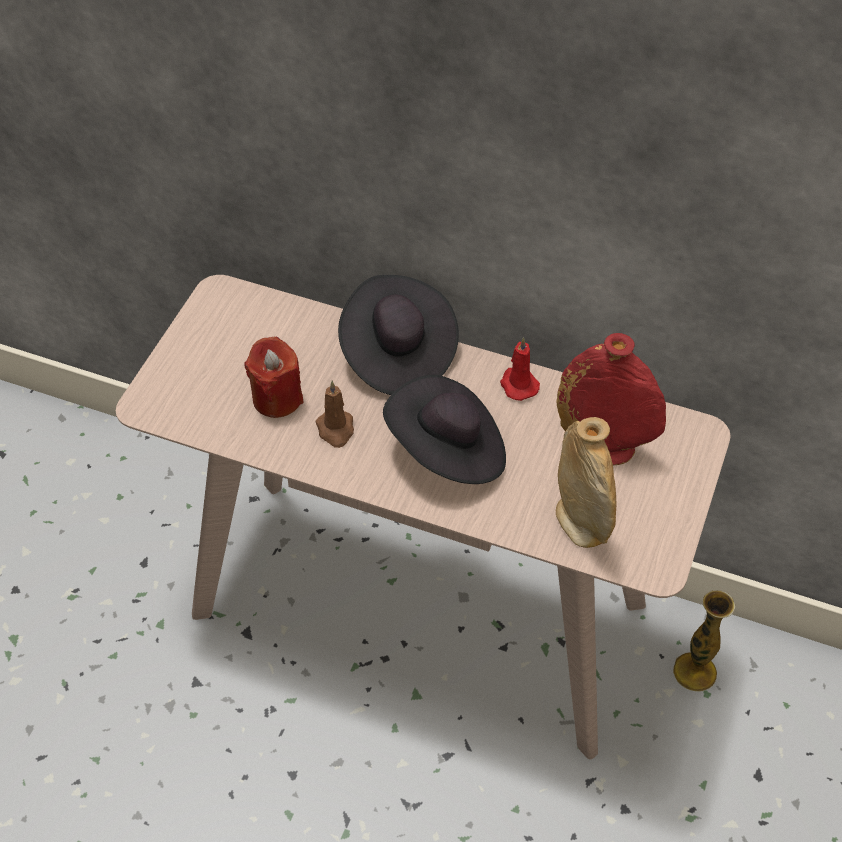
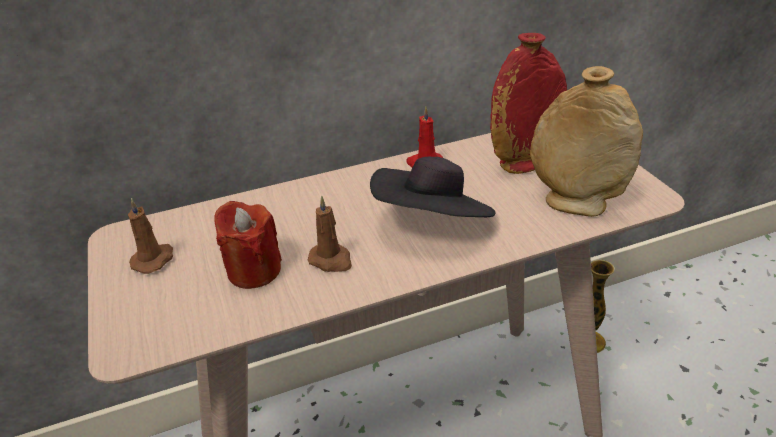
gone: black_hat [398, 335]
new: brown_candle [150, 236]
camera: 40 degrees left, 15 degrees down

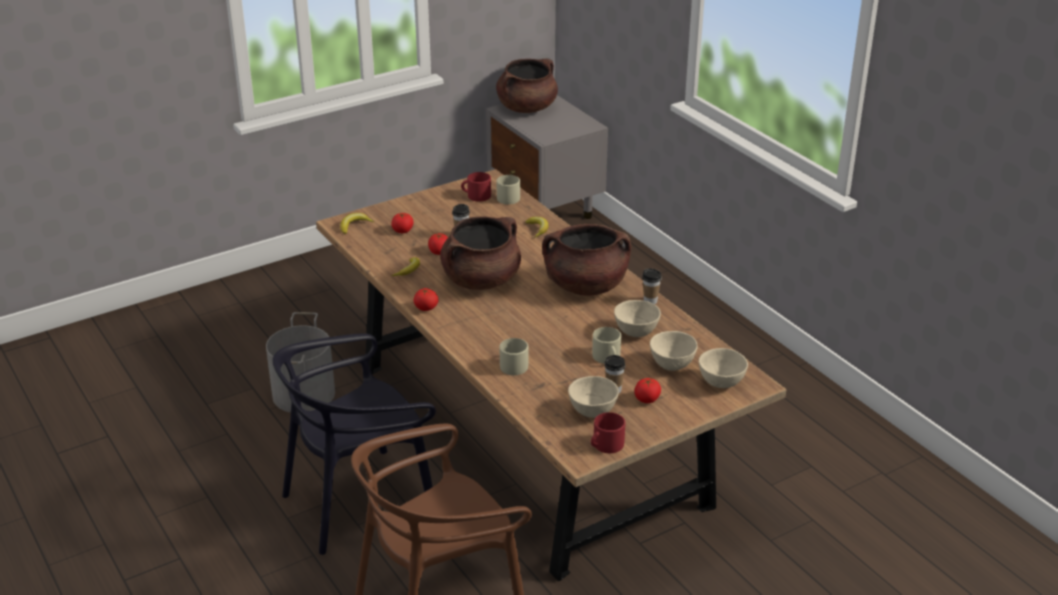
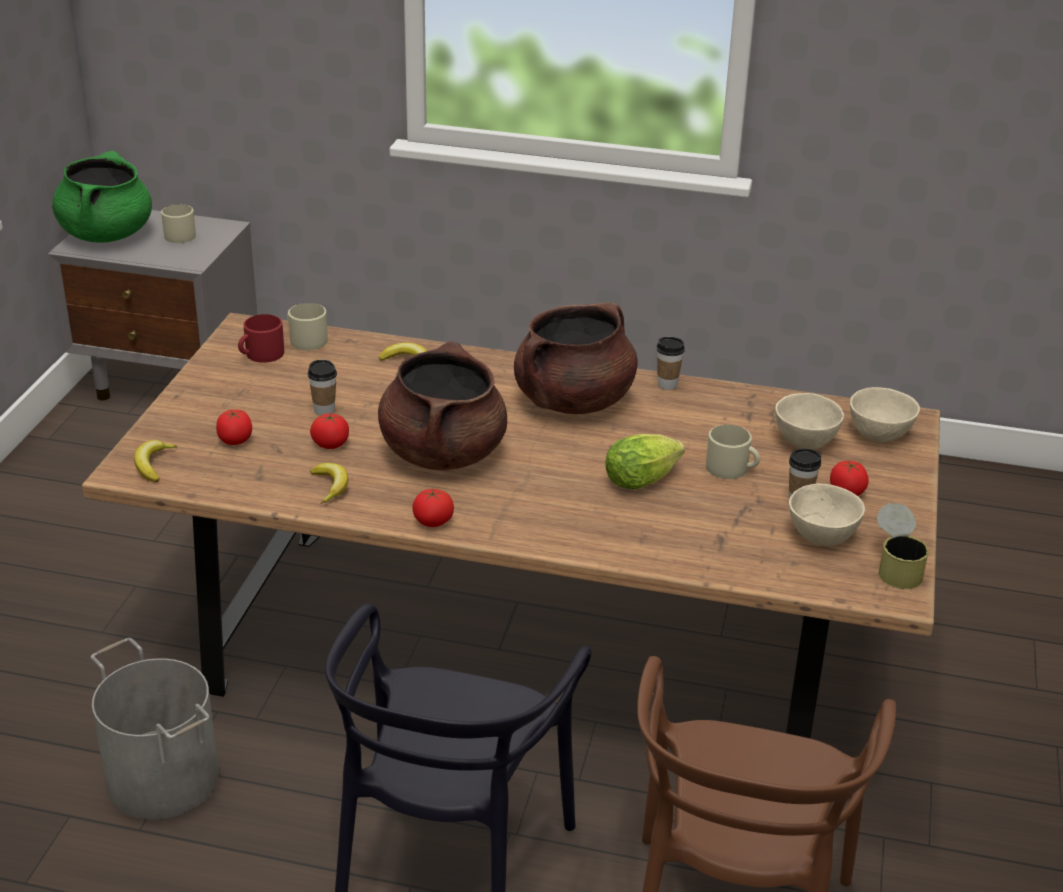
gone: beige_bowl [637, 318]
new: lettuce [645, 461]
shifted: beige_mug [514, 356] to [178, 223]
swapped: red_mug [608, 432] to can [903, 546]
repainted: brown_cooking_pot [527, 86] to green_cooking_pot [102, 197]
camera: 45 degrees left, 0 degrees up

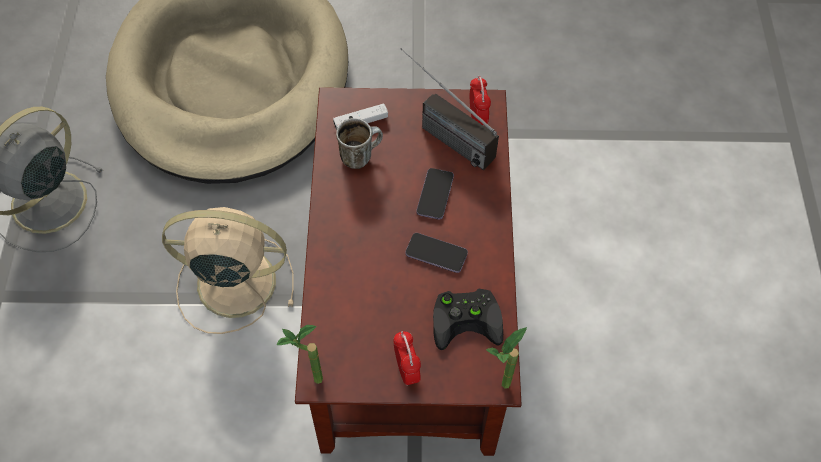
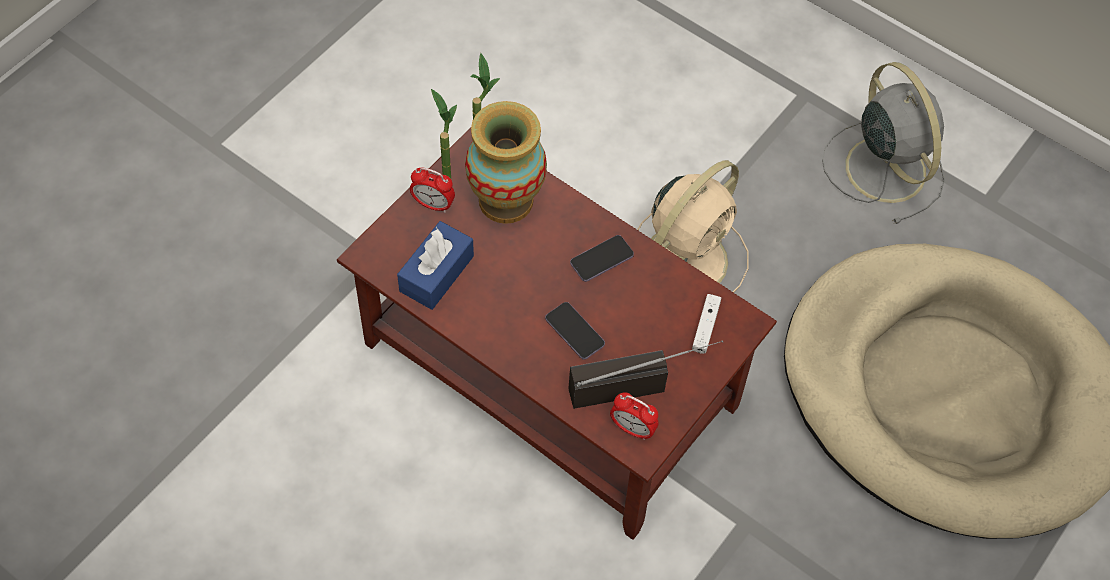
gone: mug [359, 143]
new: vase [506, 162]
shifted: phone [436, 253] to [602, 258]; potted_plant [506, 358] to [444, 134]
swapped: black_game_controller [468, 319] to blue_tissue_box [435, 265]
camera: 125 degrees right, 0 degrees up

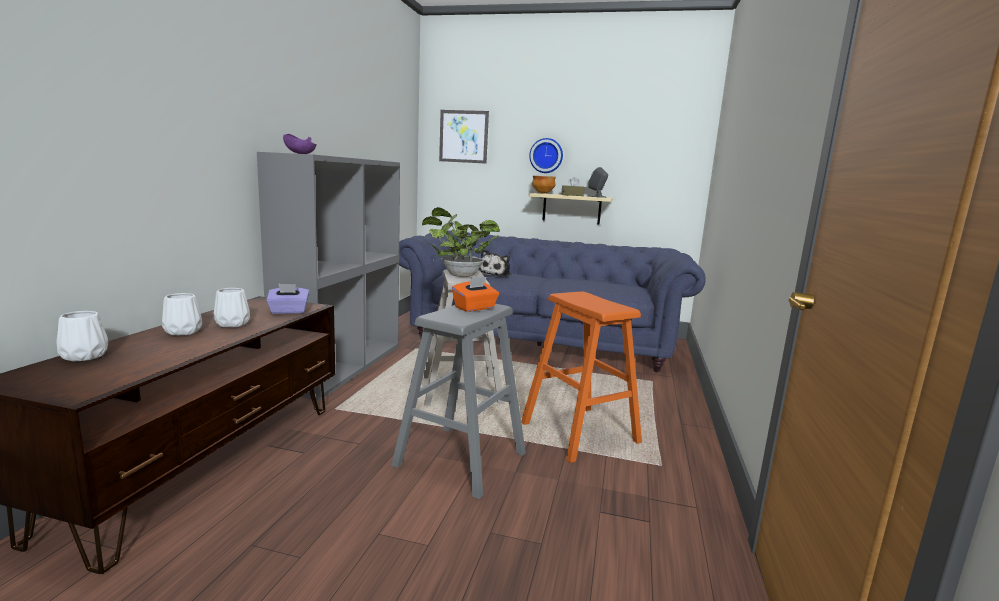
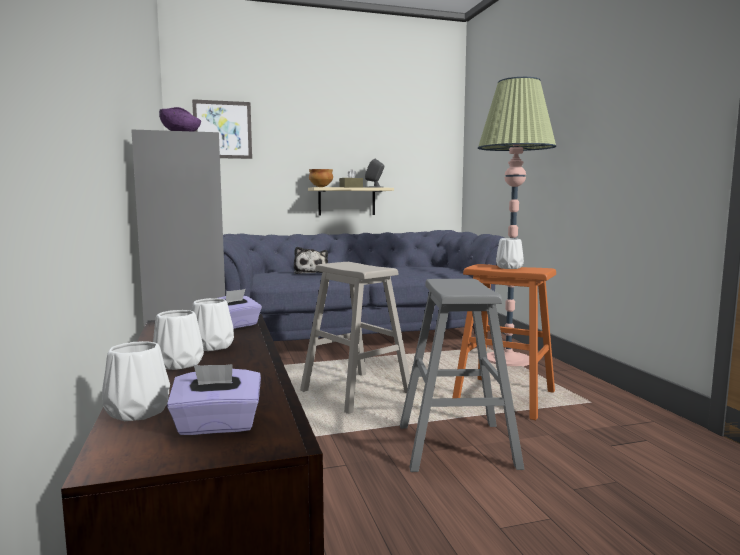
gone: potted_plant [461, 242]; orange_tissue_box [475, 294]; wall_clock [546, 155]
new: purple_tissue_box [214, 399]; floor_lamp [517, 221]; white_vase [510, 253]
camera: 30 degrees left, 5 degrees down

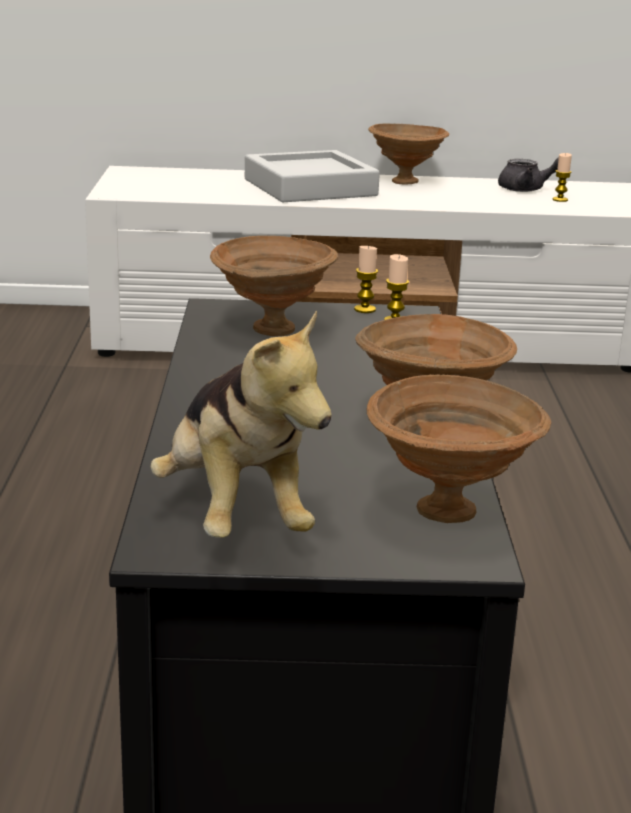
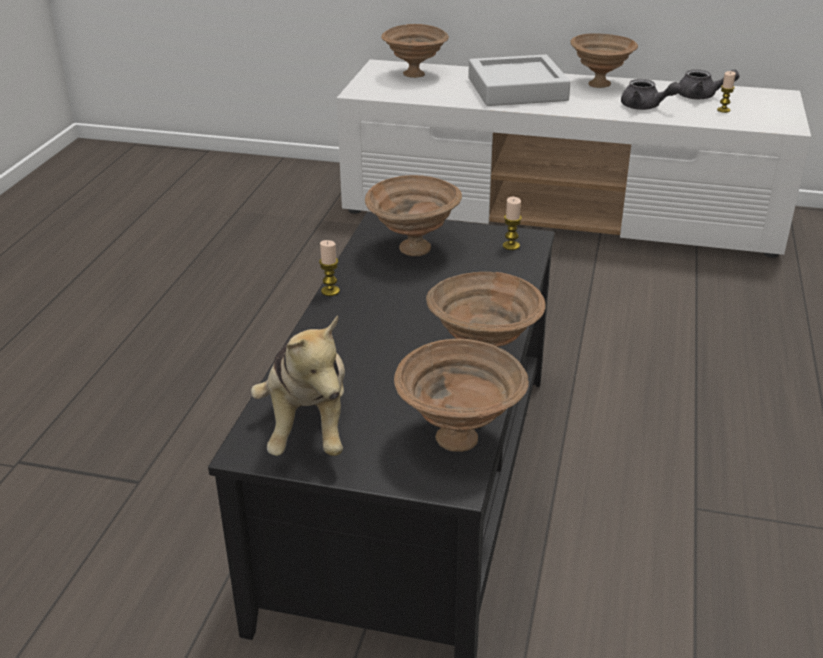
new: brown_bowl [415, 51]; grey_teapot [651, 94]
shifted: candle [366, 279] to [329, 268]
camera: 15 degrees right, 10 degrees up

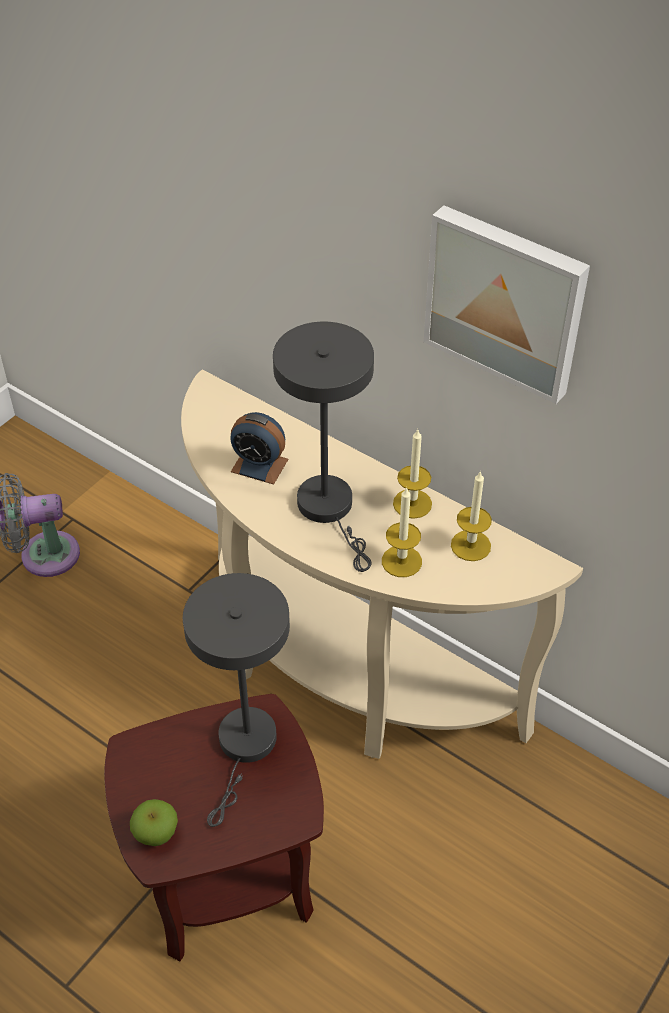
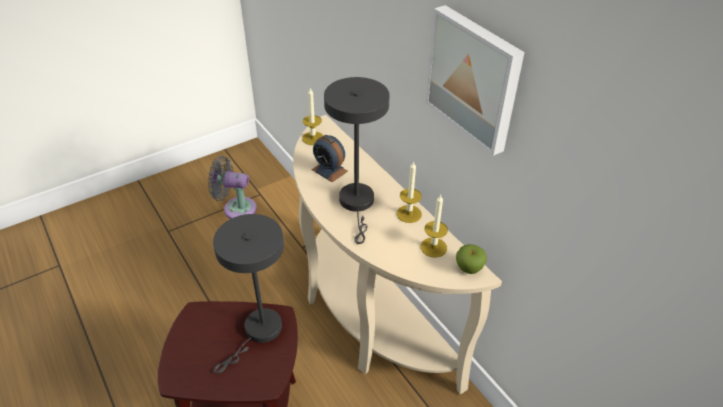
shifted: apple [154, 822] to [471, 259]; candle [402, 532] to [312, 116]
camera: 20 degrees right, 5 degrees down

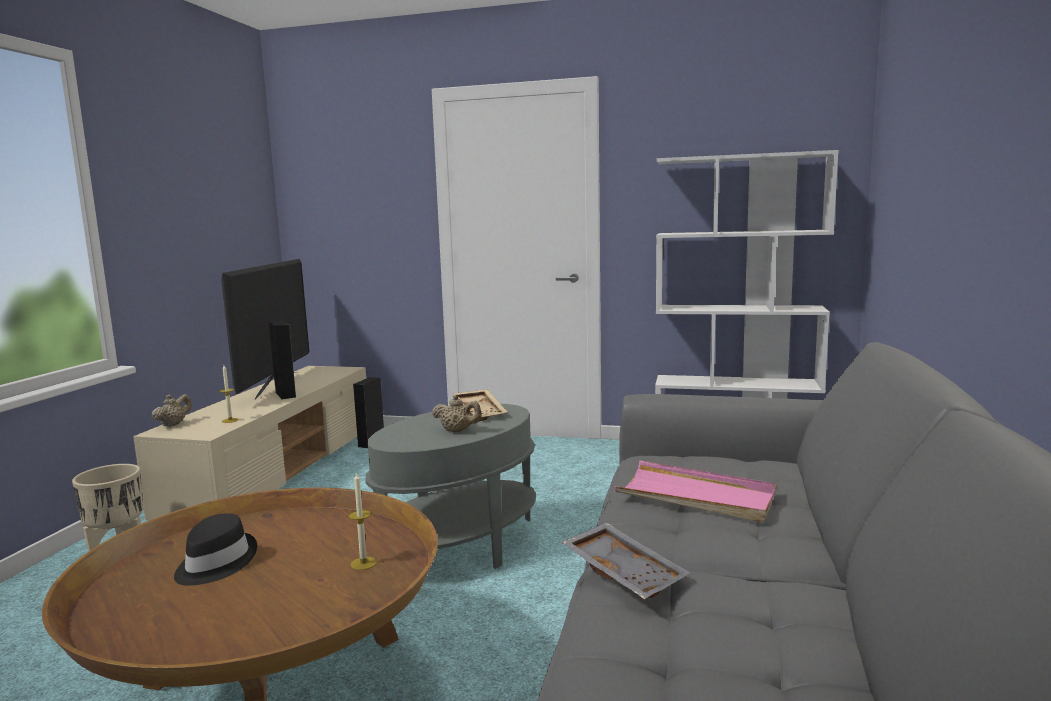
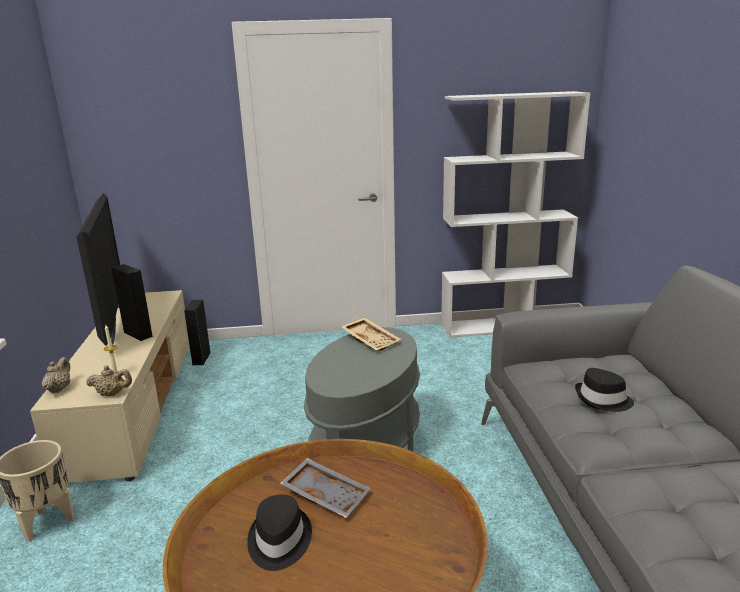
gone: candle [362, 521]
shifted: beige_teapot [457, 413] to [109, 381]; grey_tray [625, 561] to [325, 488]
swapped: pink_tray [695, 491] to black_hat [604, 390]
camera: 20 degrees left, 10 degrees up

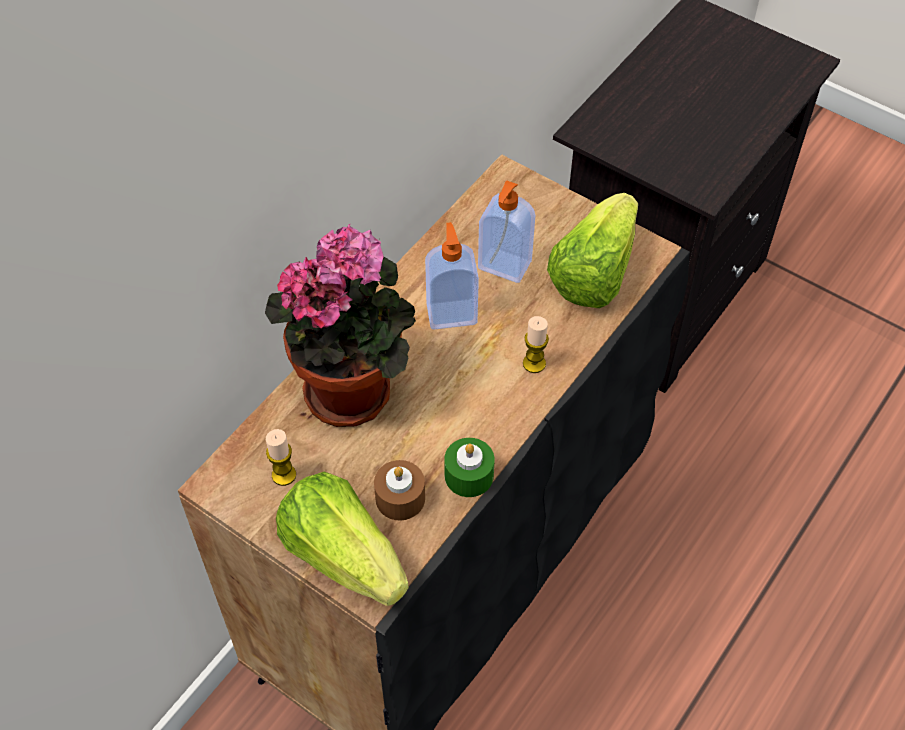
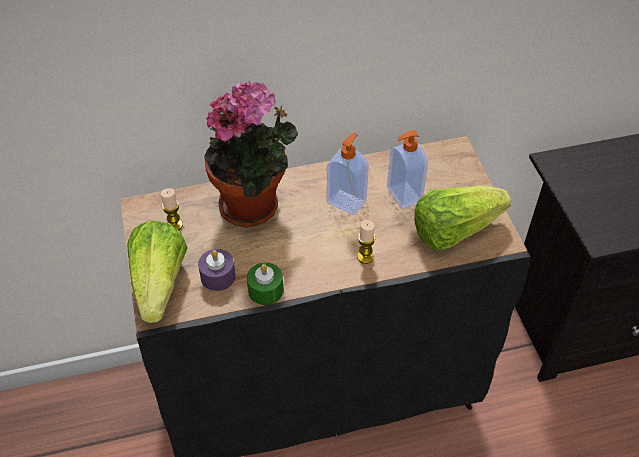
repainted: brown_candle [399, 490] to purple_candle [217, 270]
camera: 40 degrees right, 5 degrees down

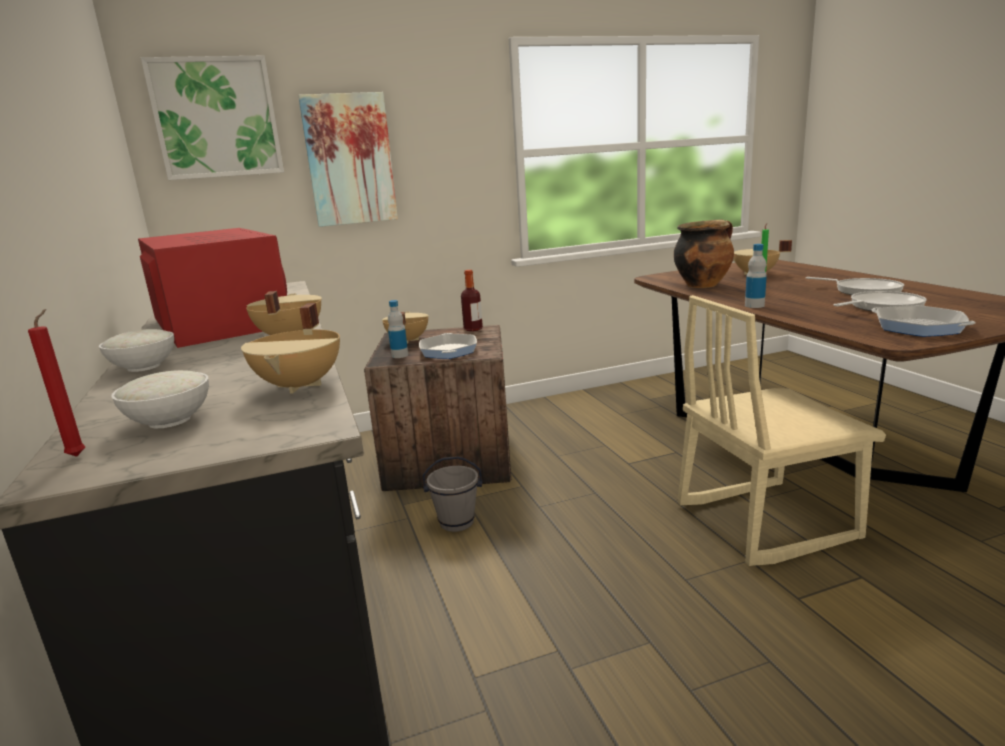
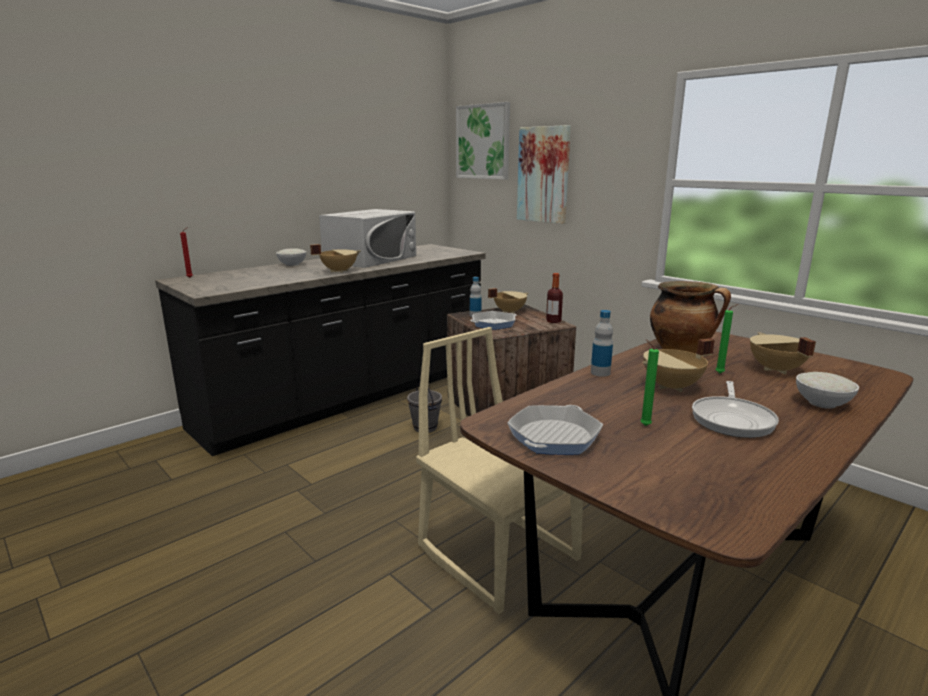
shifted: white_bowl [160, 399] to [827, 390]; beige_cooking_pot [290, 348] to [678, 365]
swapped: frying_pan [880, 301] to green_candle [649, 382]
repainted: red_microwave [212, 288] to white_microwave [367, 238]
camera: 65 degrees right, 0 degrees up

